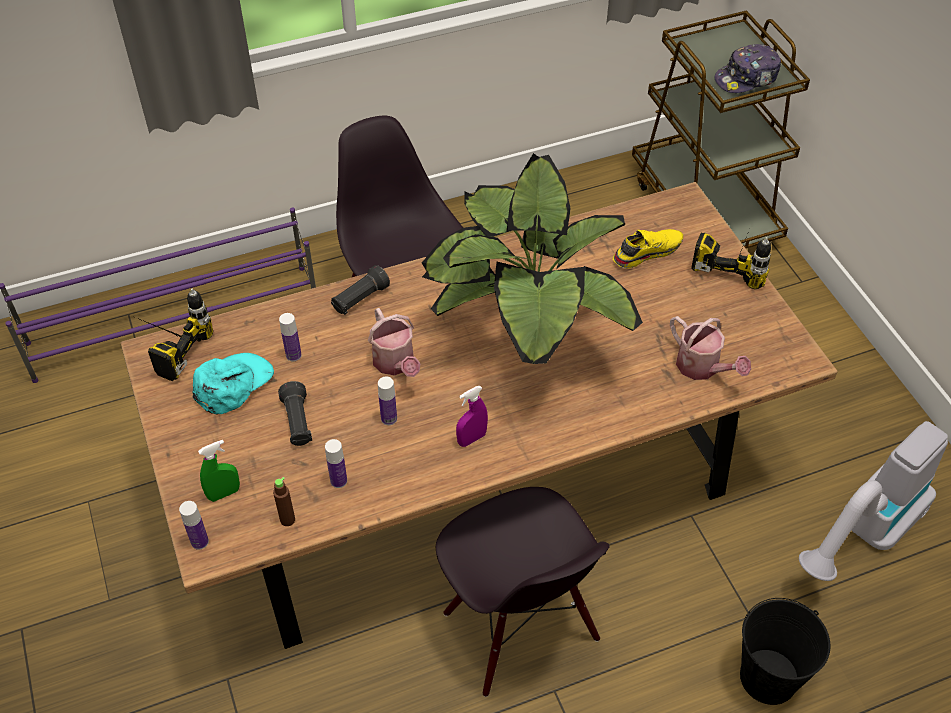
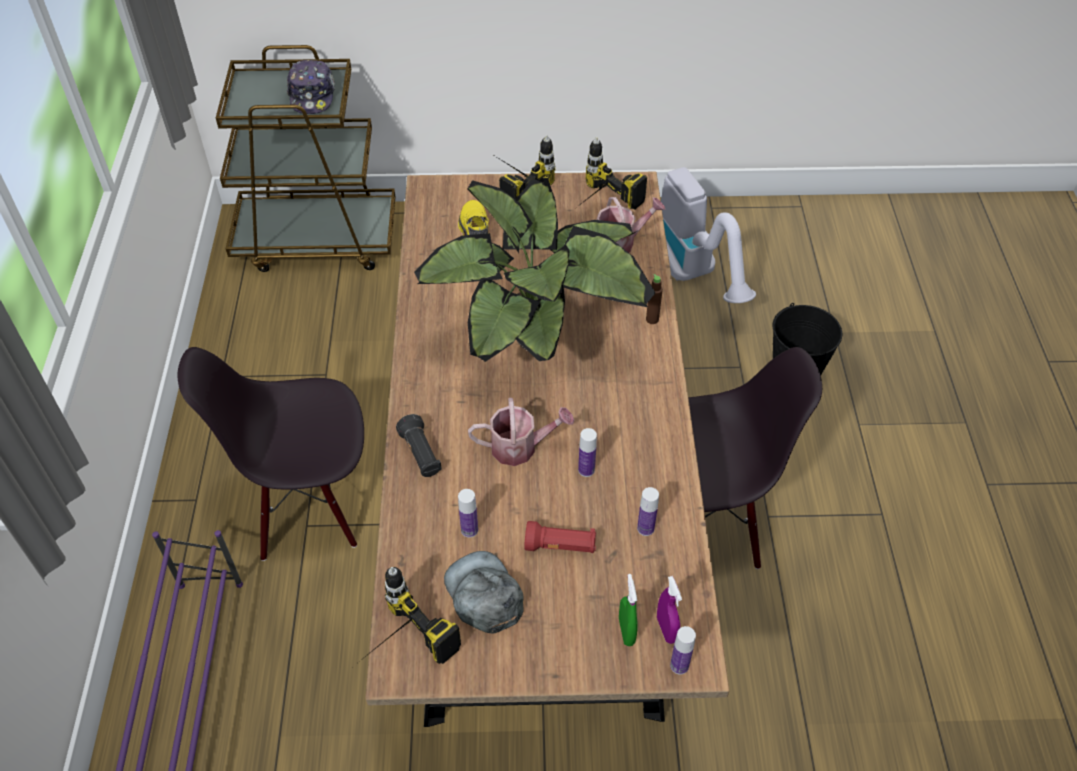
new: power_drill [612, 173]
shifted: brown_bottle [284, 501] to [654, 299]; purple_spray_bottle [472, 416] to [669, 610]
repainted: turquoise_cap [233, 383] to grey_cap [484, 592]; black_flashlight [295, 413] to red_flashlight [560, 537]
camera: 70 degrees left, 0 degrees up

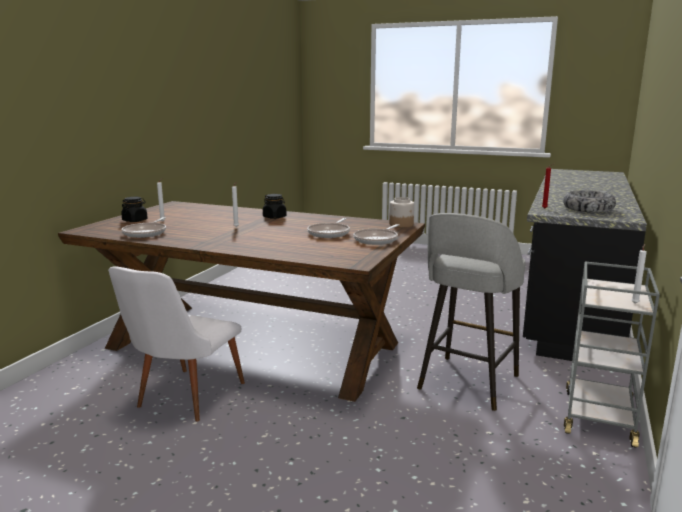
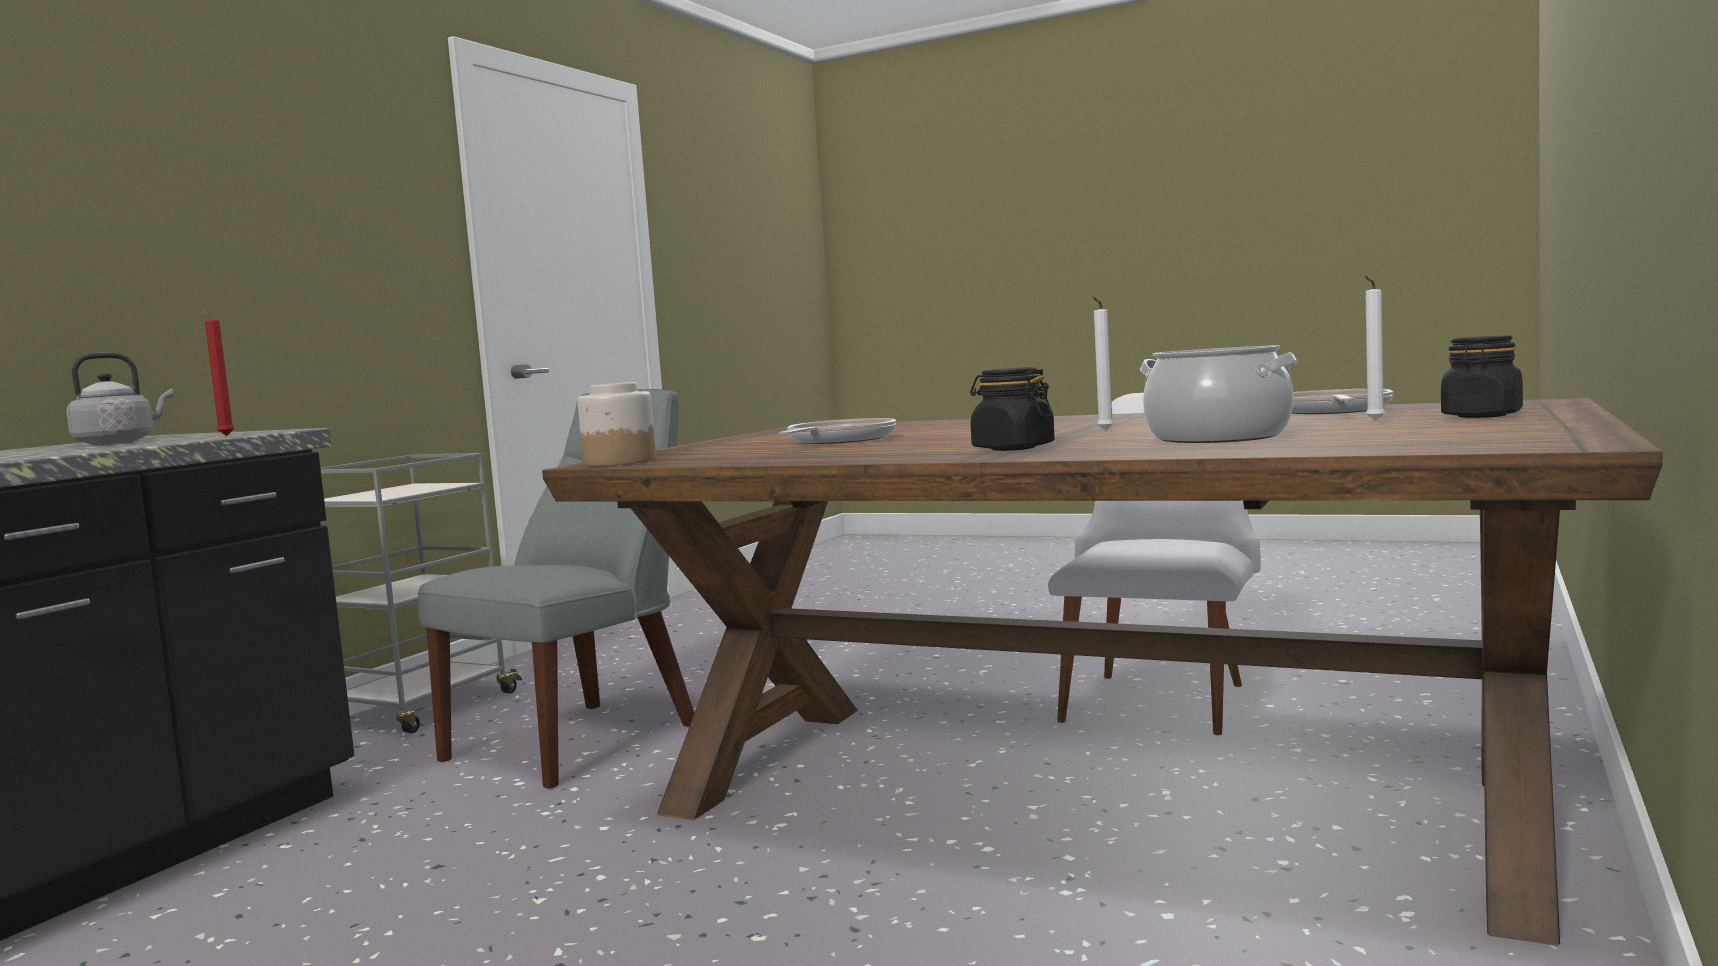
gone: frying_pan [376, 234]; white_candle [639, 274]
new: cooking_pot [1219, 394]
swapped: grey_stool [471, 312] to grey_chair [556, 589]; bowl [589, 201] to grey_kettle [120, 399]
camera: 175 degrees left, 10 degrees down

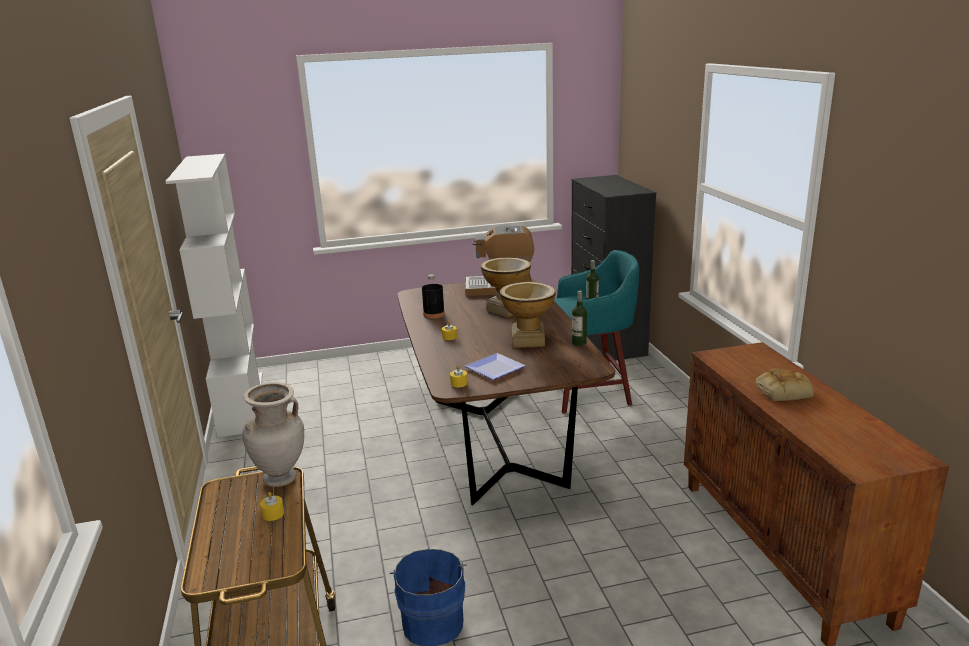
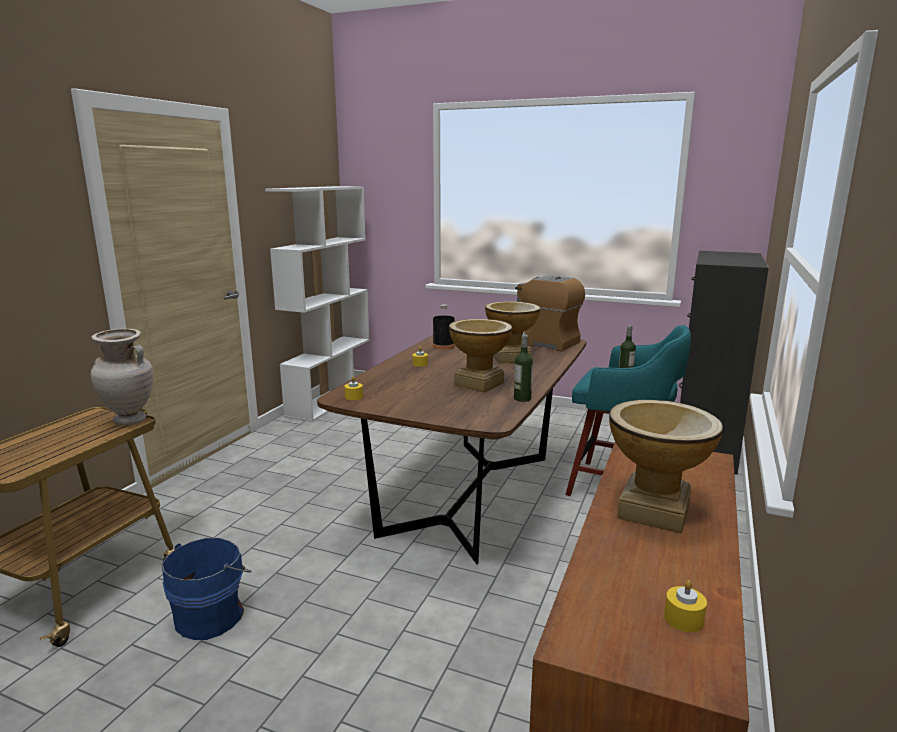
gone: plate [495, 366]
shifted: yellow_candle [272, 506] to [685, 606]
swapped: bread [785, 384] to vase [666, 466]
camera: 35 degrees right, 5 degrees down

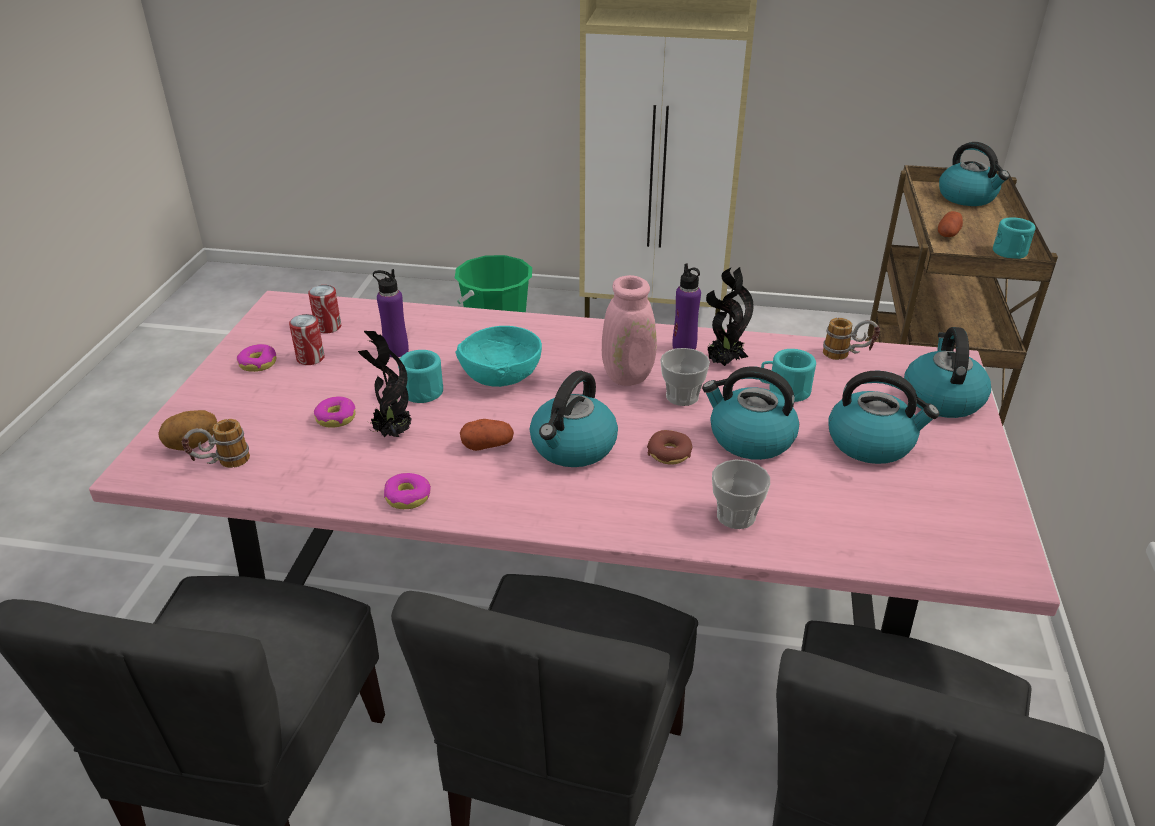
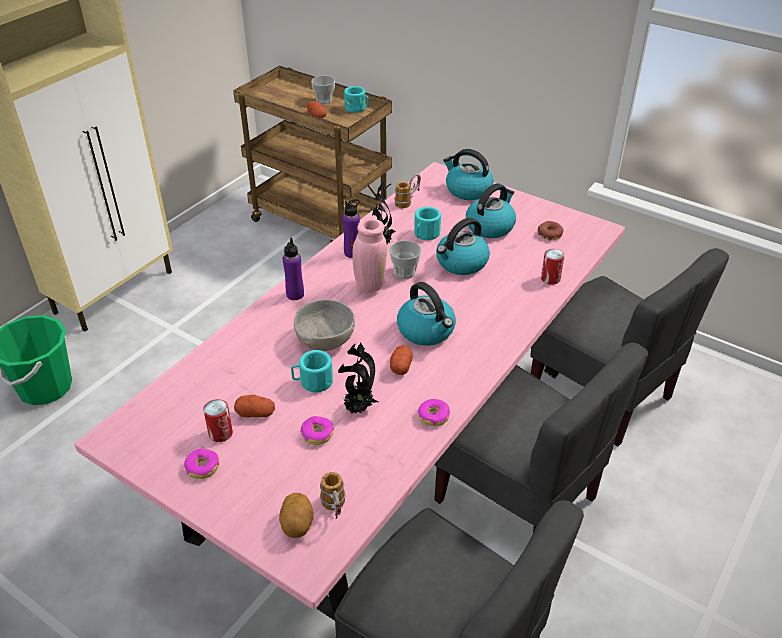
gone: kettle [974, 174]
new: potato [254, 406]
shifted: can [324, 309] to [553, 267]; purple_bottle [391, 313] to [293, 269]; donut [669, 447] to [550, 231]; cup [741, 494] to [323, 90]
repainted: turquoise_bowl [498, 356] to grey_bowl [324, 325]
camera: 65 degrees left, 5 degrees up

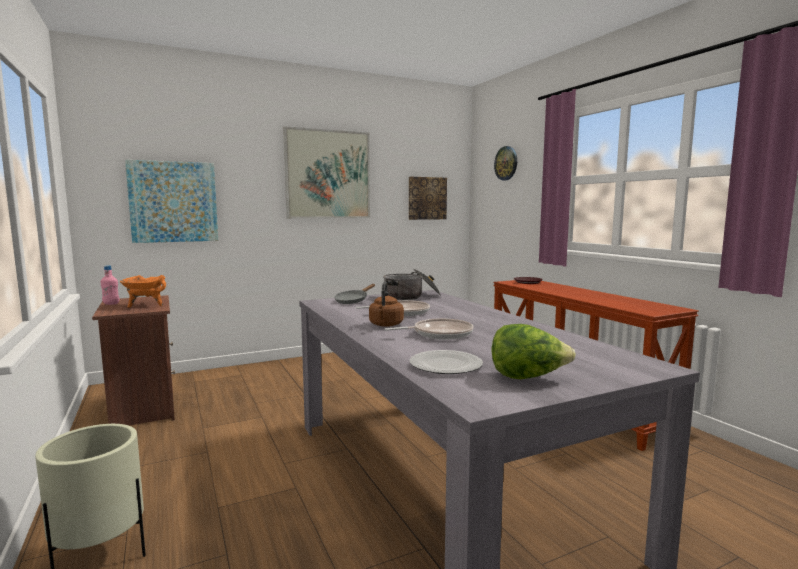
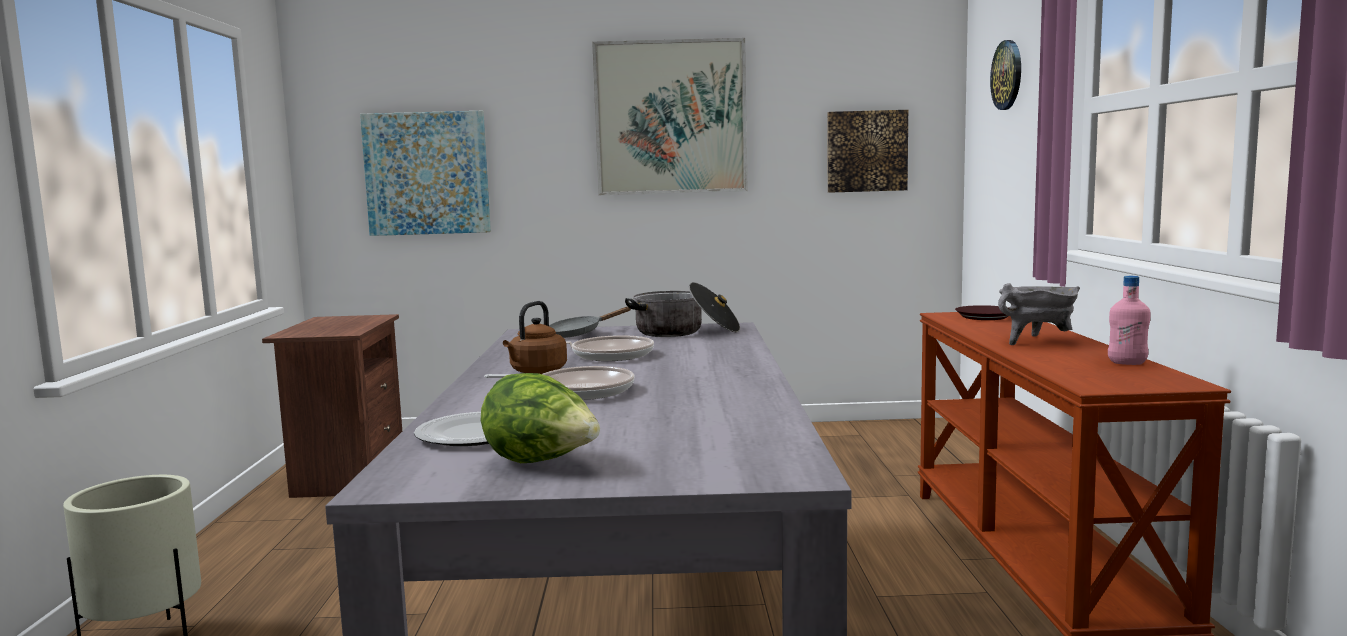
gone: orange_cooking_pot [143, 291]
new: grey_cooking_pot [1039, 314]
shifted: pink_bottle [110, 285] to [1129, 320]
camera: 25 degrees right, 0 degrees up

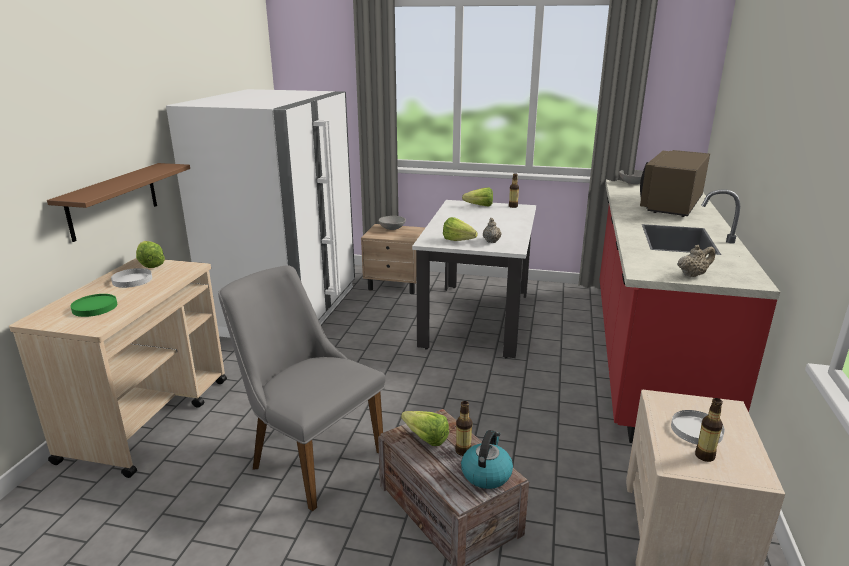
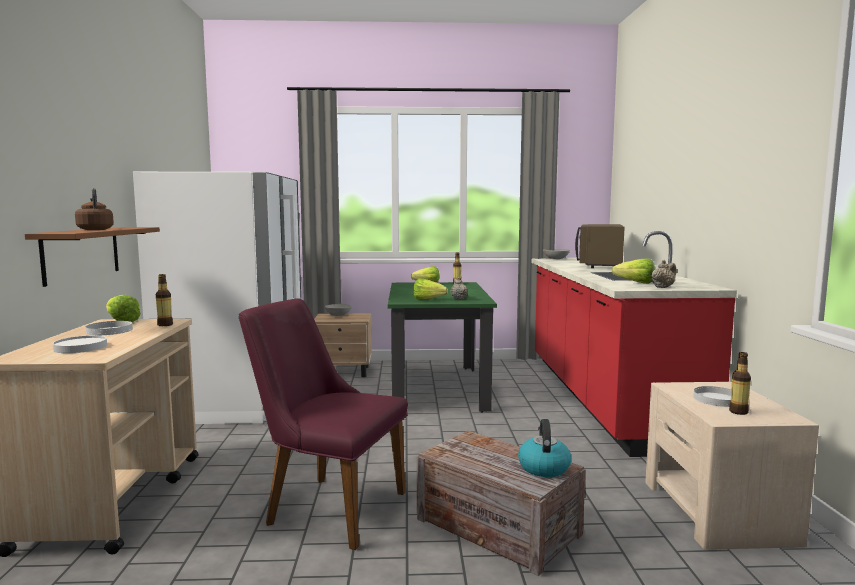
new: brown_kettle [94, 209]
shifted: lettuce [425, 428] to [633, 271]; bottle [463, 428] to [164, 300]
repainted: green_plate [94, 305] to white_plate [80, 344]; grey_chair [302, 388] to purple_chair [323, 424]; white_dining_table [474, 279] to green_dining_table [442, 347]
camera: 15 degrees left, 15 degrees down

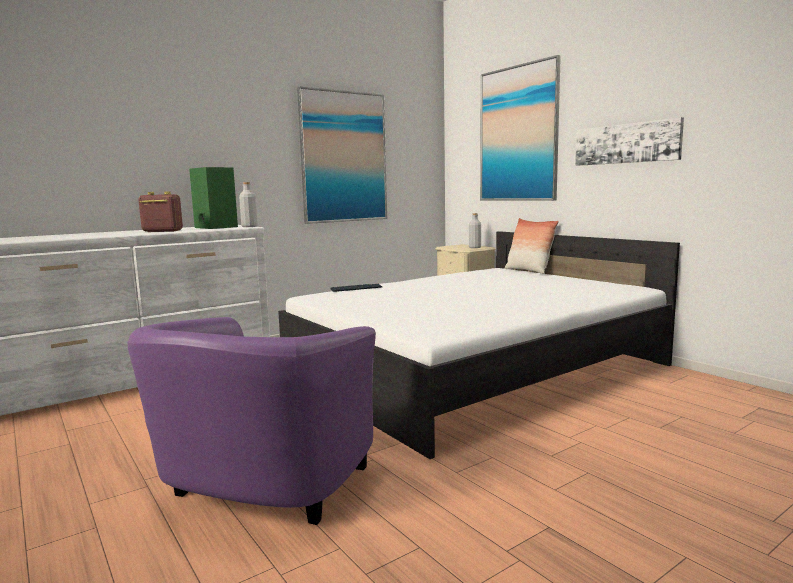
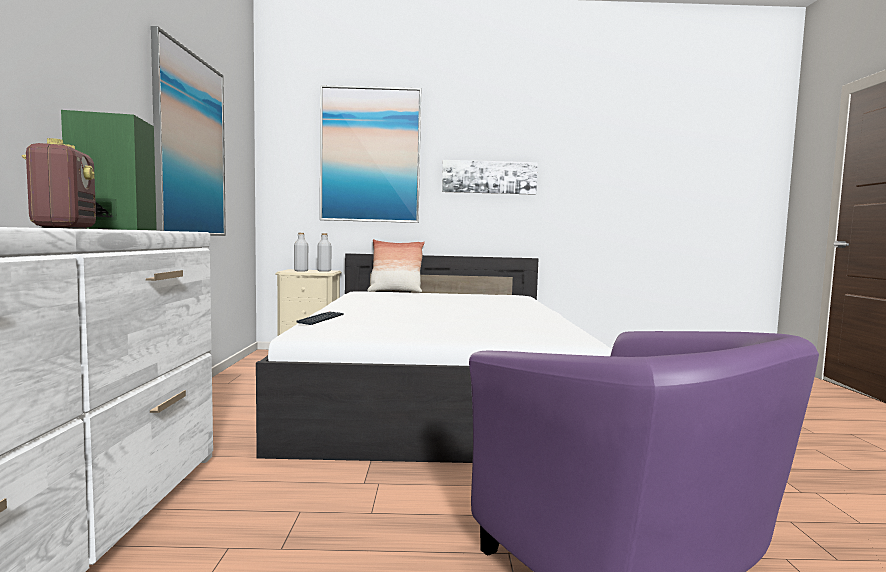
shifted: grey_bottle [248, 204] to [301, 252]
rotated: radio [161, 211] = [59, 183] 120 degrees clockwise
camera: 55 degrees left, 5 degrees down

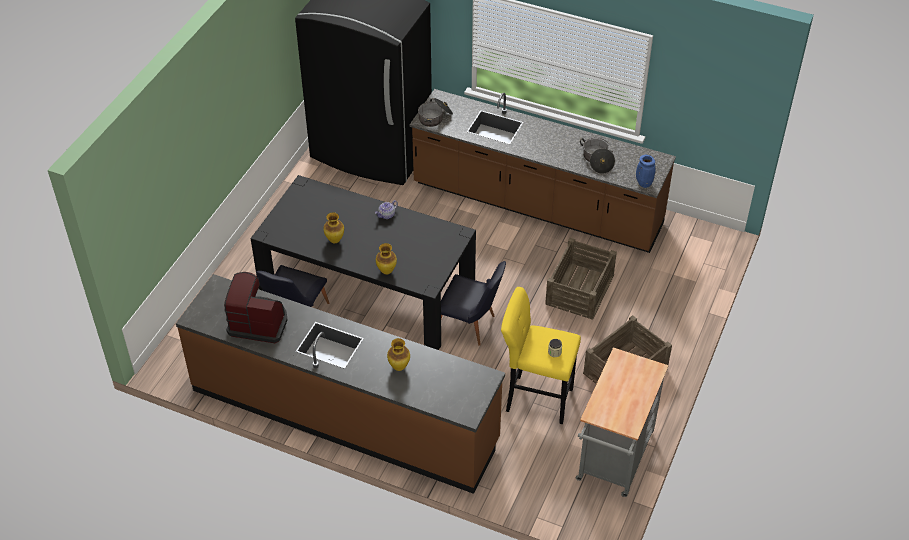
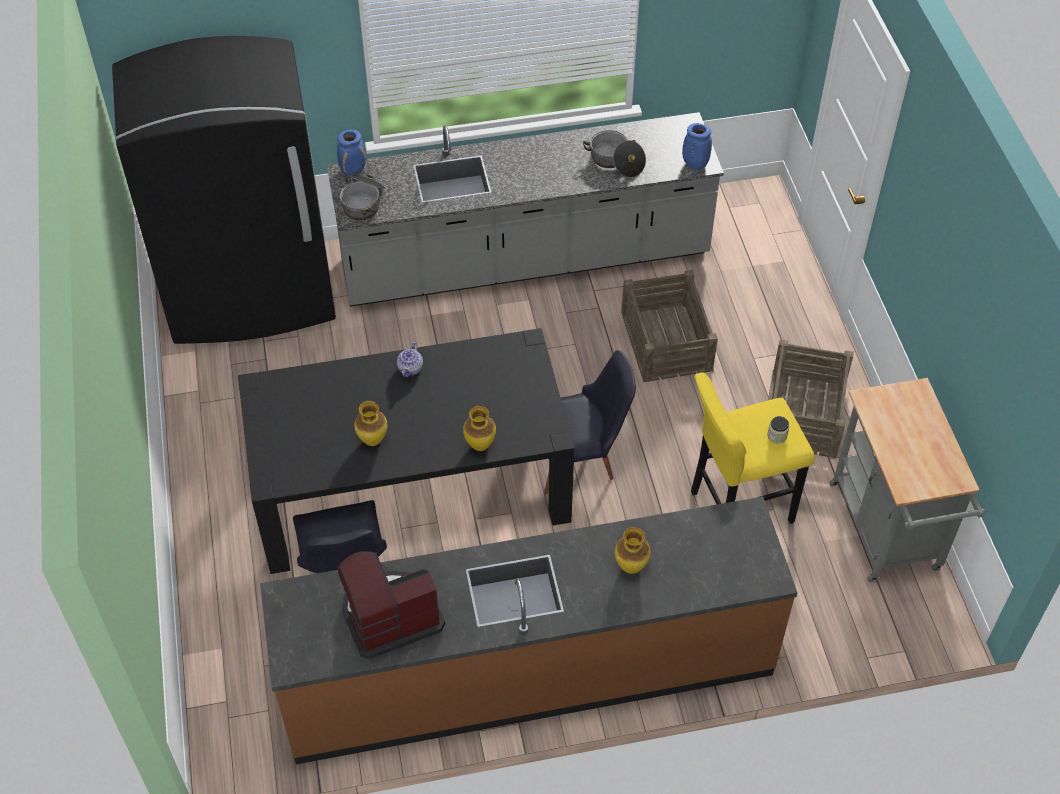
new: blue_vase [351, 152]
repainted: brown_counter [543, 171] to grey_counter [525, 209]
camera: 35 degrees left, 5 degrees up

